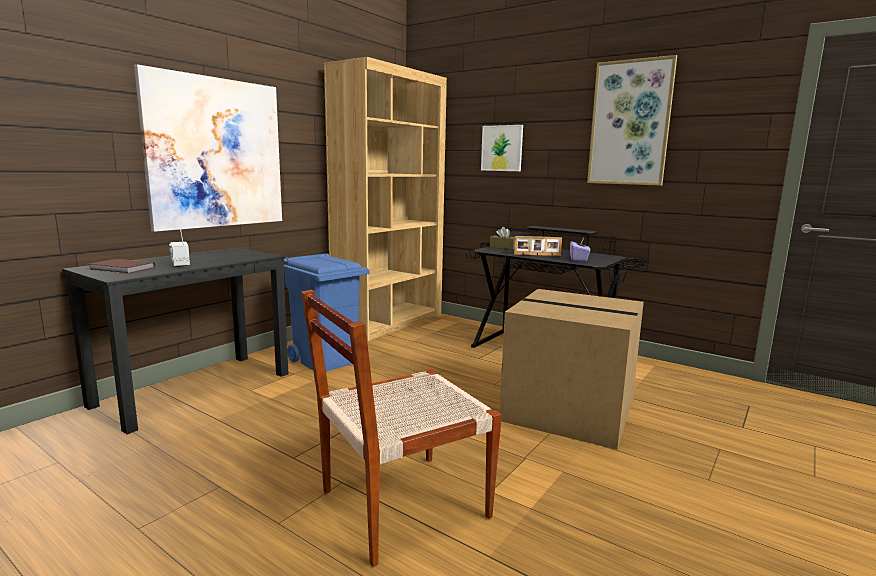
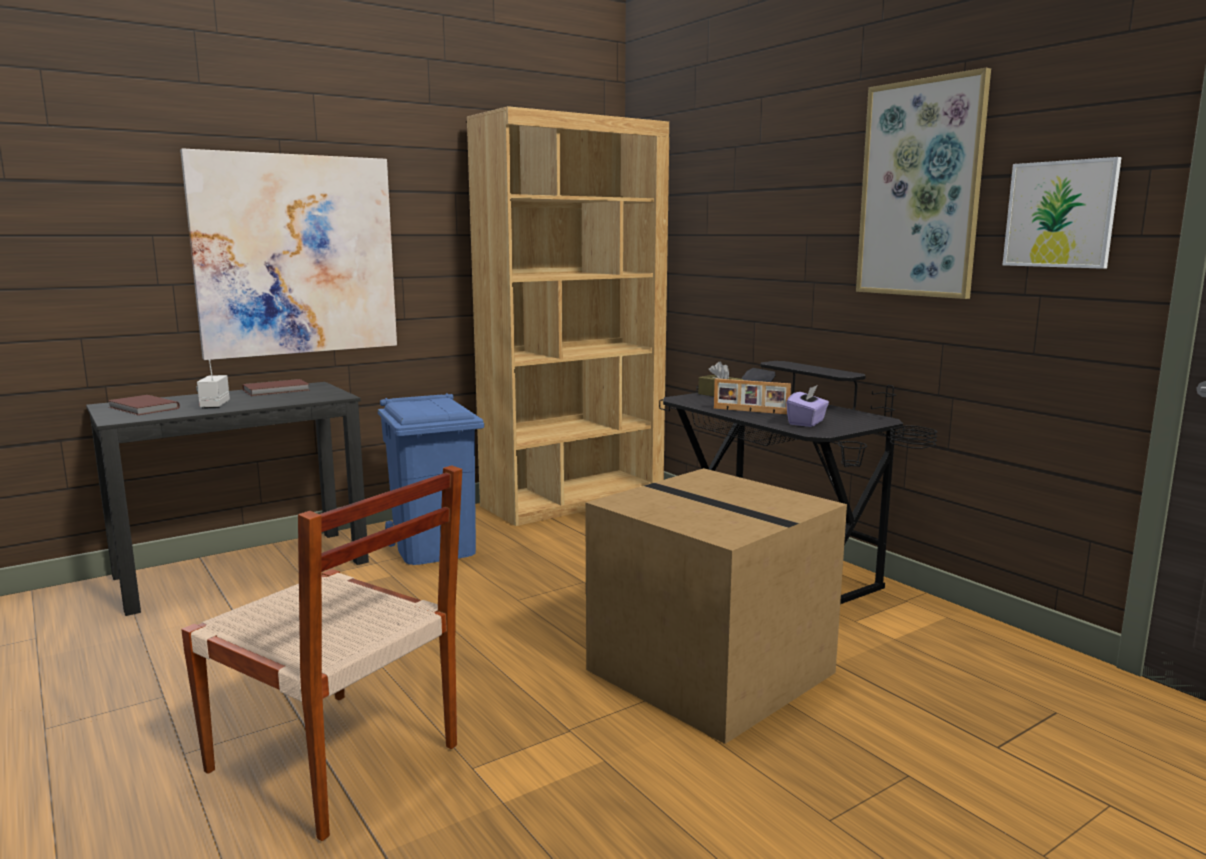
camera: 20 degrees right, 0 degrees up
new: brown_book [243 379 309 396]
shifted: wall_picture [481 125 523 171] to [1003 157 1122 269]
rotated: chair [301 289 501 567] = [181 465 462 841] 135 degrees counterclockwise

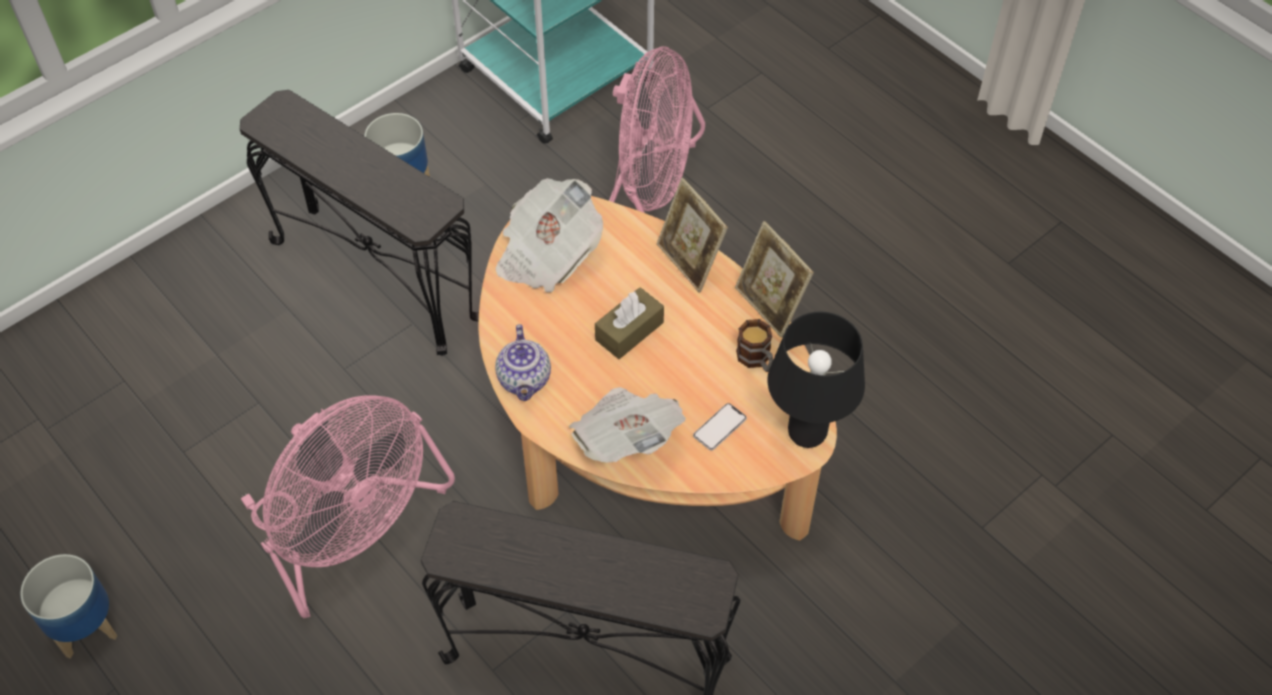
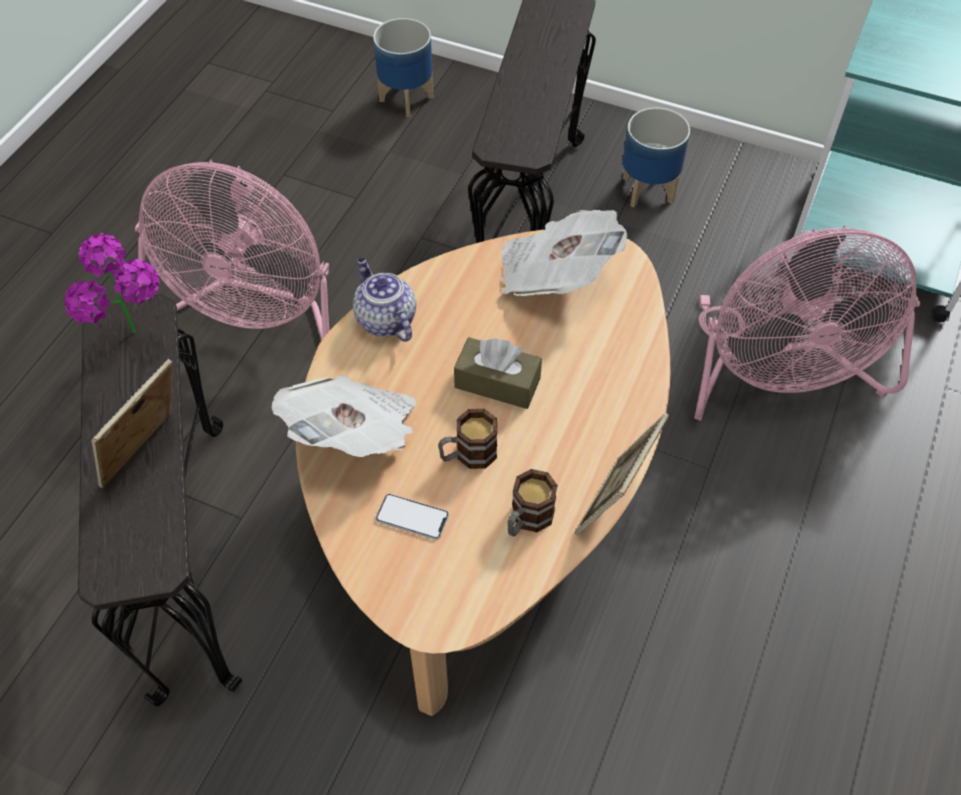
camera: 65 degrees right, 0 degrees up
gone: black_lamp_for_a_table [767 312 865 448]
new: plant_in_a_pot [64 233 160 333]; tea_mug [438 409 498 469]
shifted: standing_frame [657 178 728 293] to [91 359 172 488]; plant_pot [20 554 117 659] to [373 18 434 117]
rotated: tea_pot [495 324 551 401] = [353 258 416 342] 90 degrees clockwise

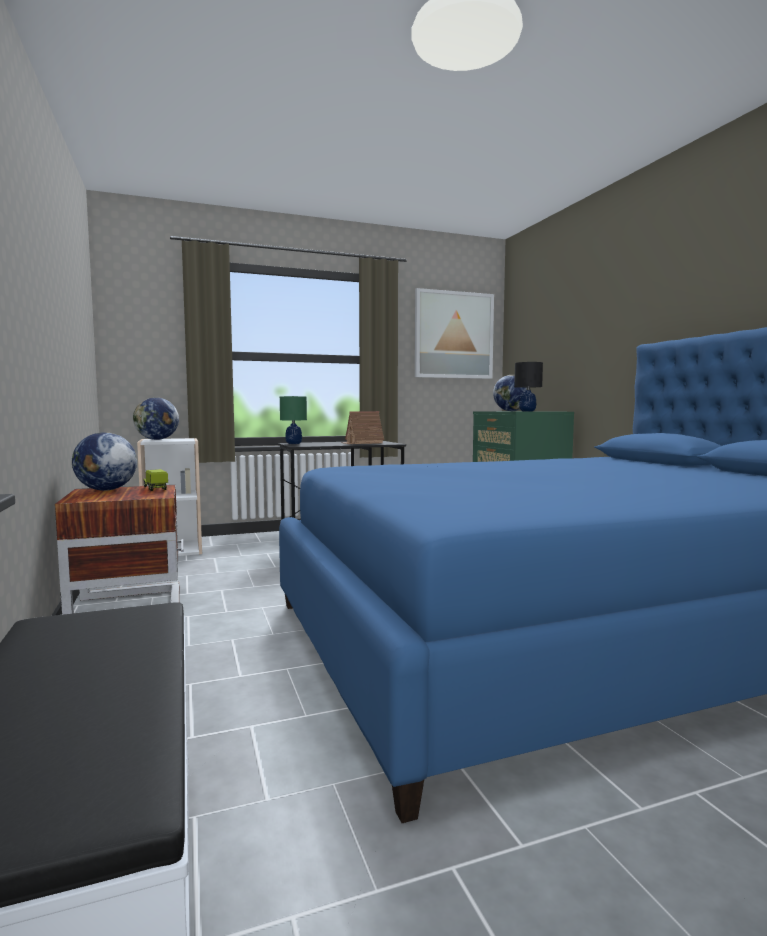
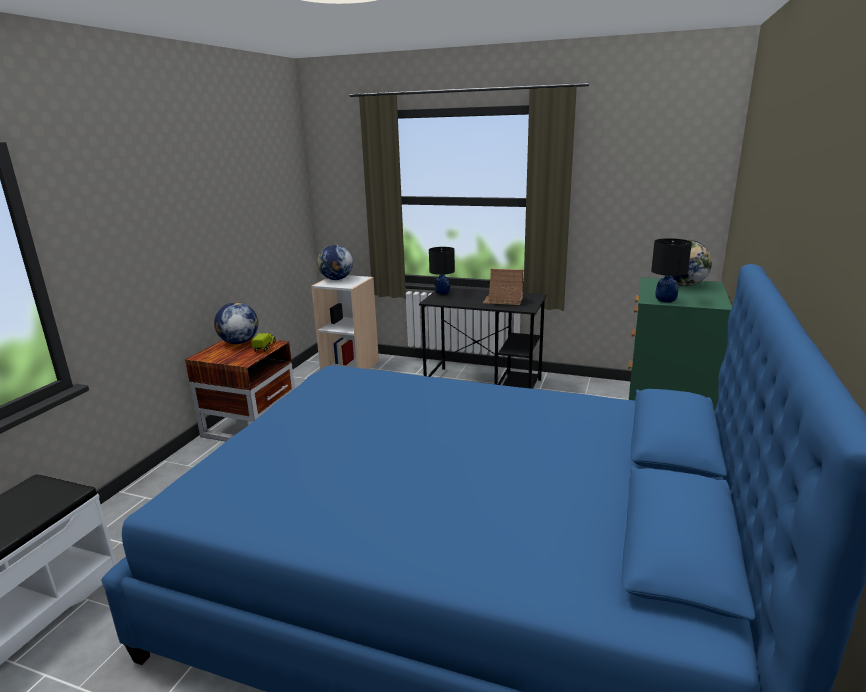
camera: 40 degrees right, 15 degrees up
gone: wall_picture [415 288 494 379]
repainted: greenish_lamp_for_a_table [280 396 307 444] to black_lamp_for_a_table [429 247 455 295]

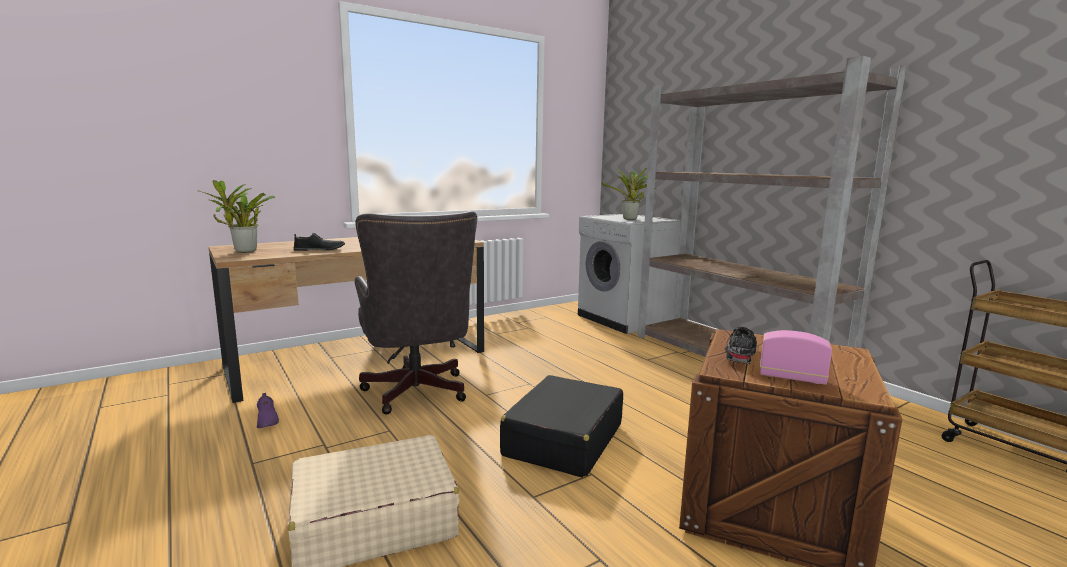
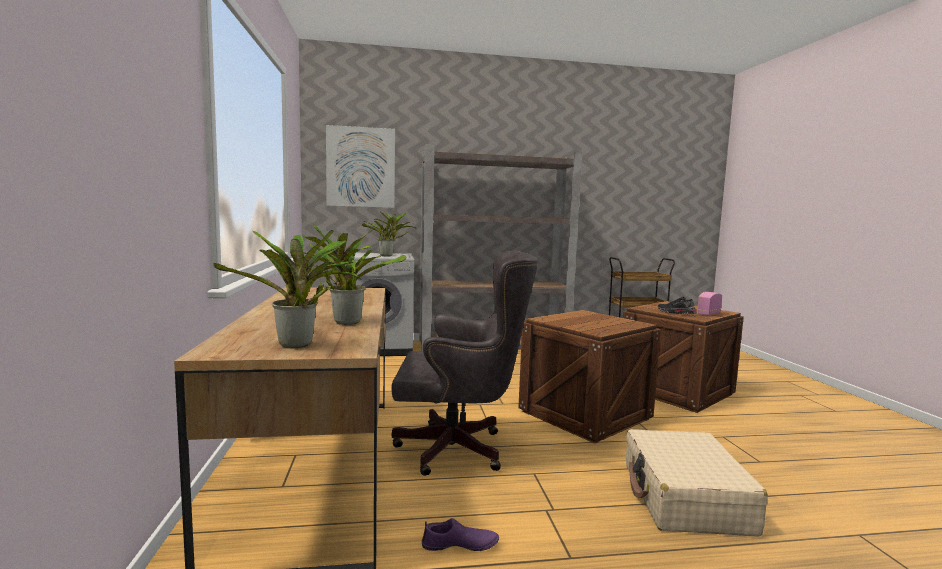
camera: 65 degrees left, 5 degrees down
new: wall_picture [326 125 395 208]
swapped: black_item_of_footwear [294 233 345 251] to plant_in_a_pot [292 225 406 325]; black_piece_of_luggage [500 375 623 478] to shipping_crate [518 310 661 444]

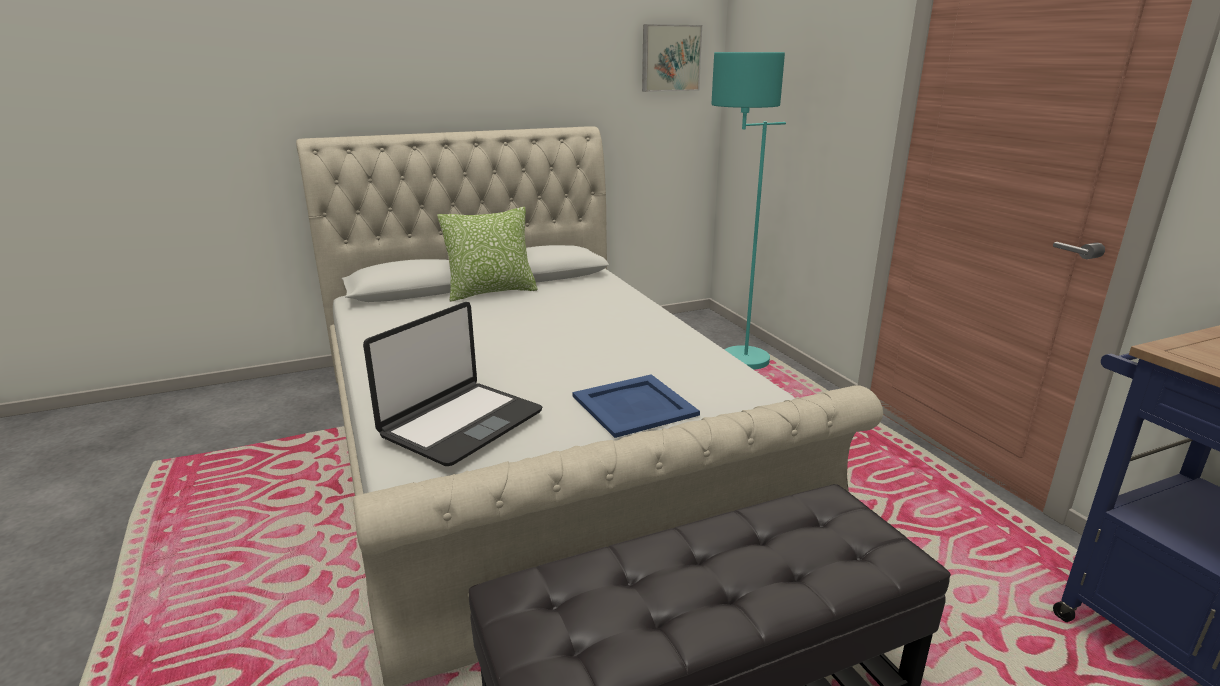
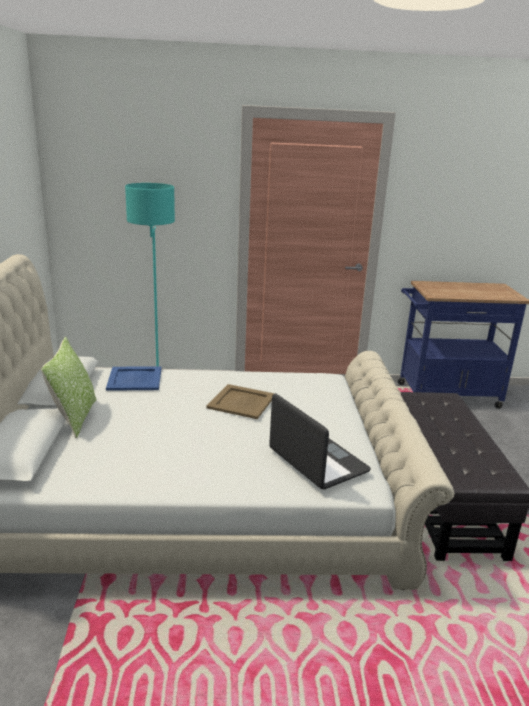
camera: 70 degrees left, 0 degrees up
gone: wall_picture [642 24 702 92]
new: sand-coloured_tray [206 384 275 419]
shifted: bluish_tray [573 374 700 438] to [106 366 161 391]

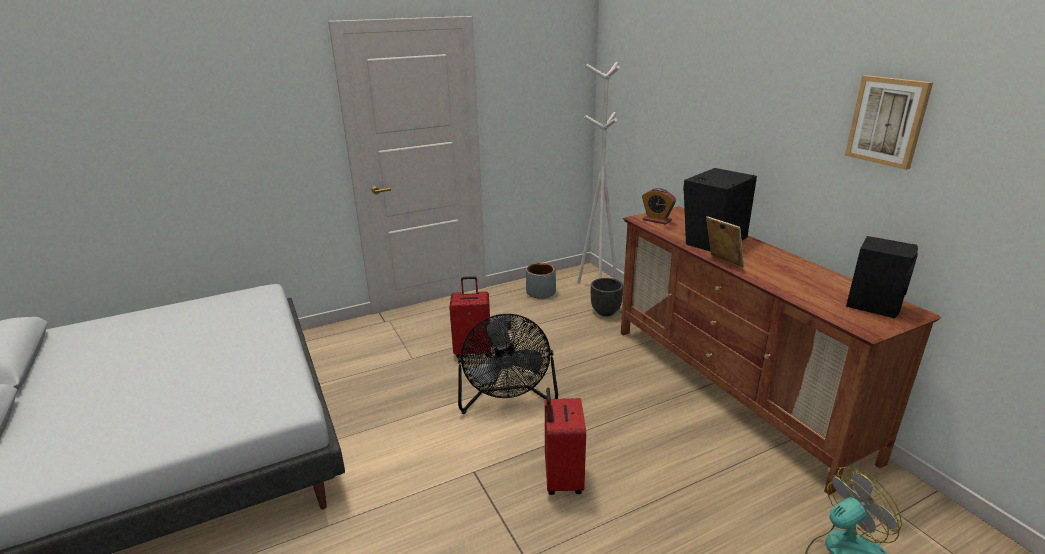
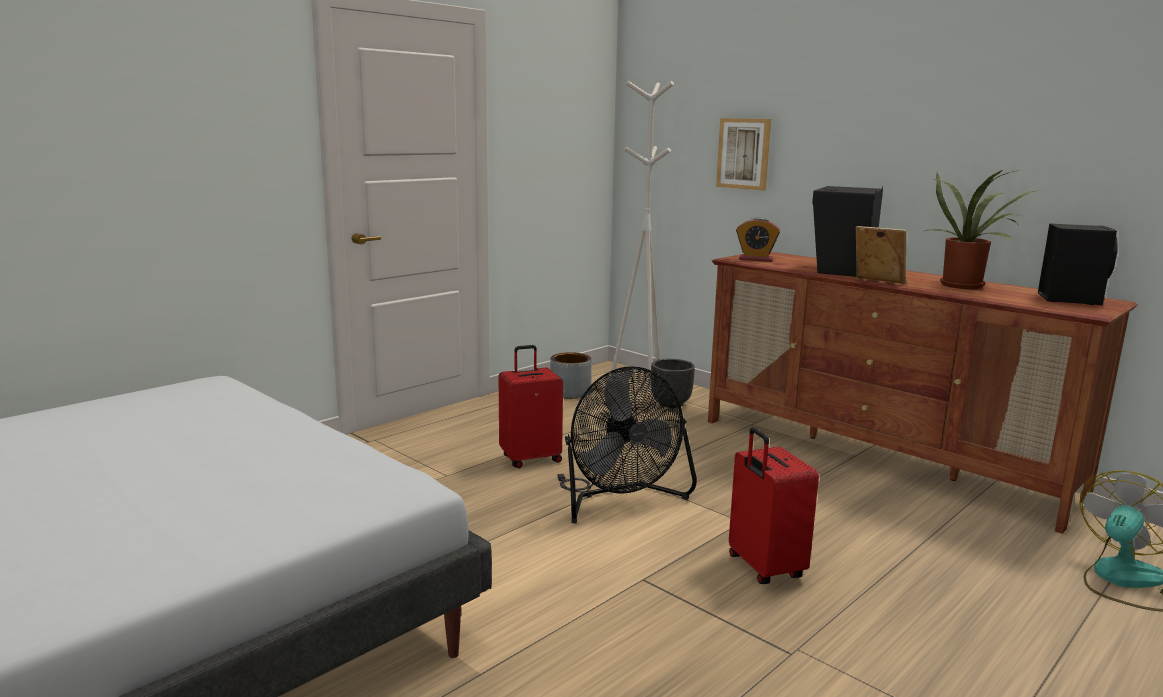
camera: 20 degrees left, 10 degrees down
new: plant_in_a_pot [925 170 1035 289]
shifted: wall_picture [845 75 933 170] to [716 118 771 191]

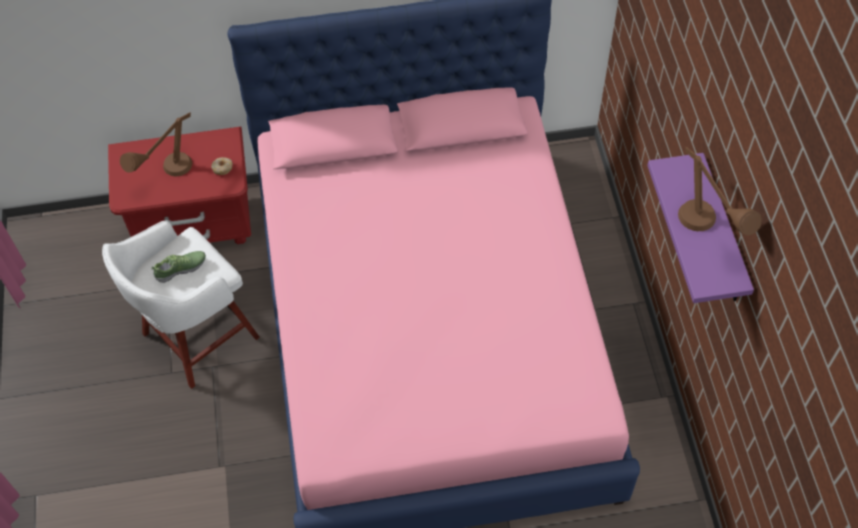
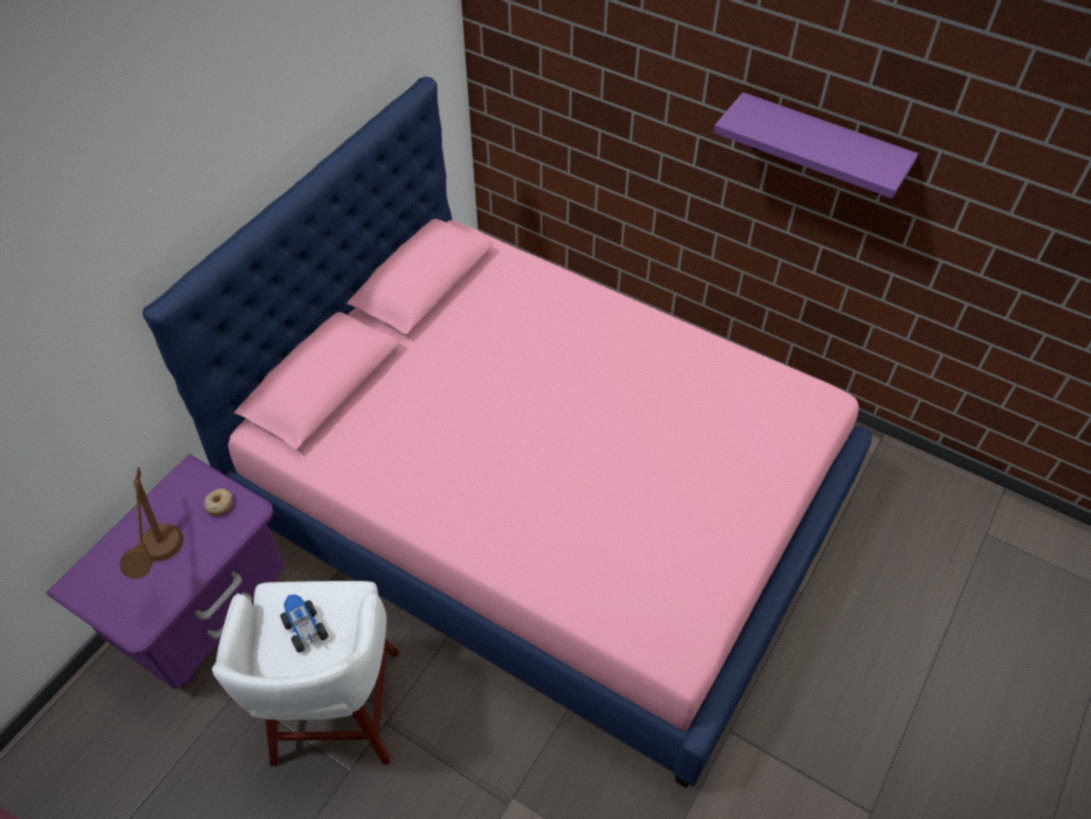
camera: 50 degrees left, 5 degrees down
gone: brown_lamp_for_a_table [678 147 762 235]
swapped: item_of_footwear [152 251 206 283] to toy_lorry [280 595 328 653]
repainted: red_night_table [108 127 251 244] to purplish_night_table [46 454 285 689]

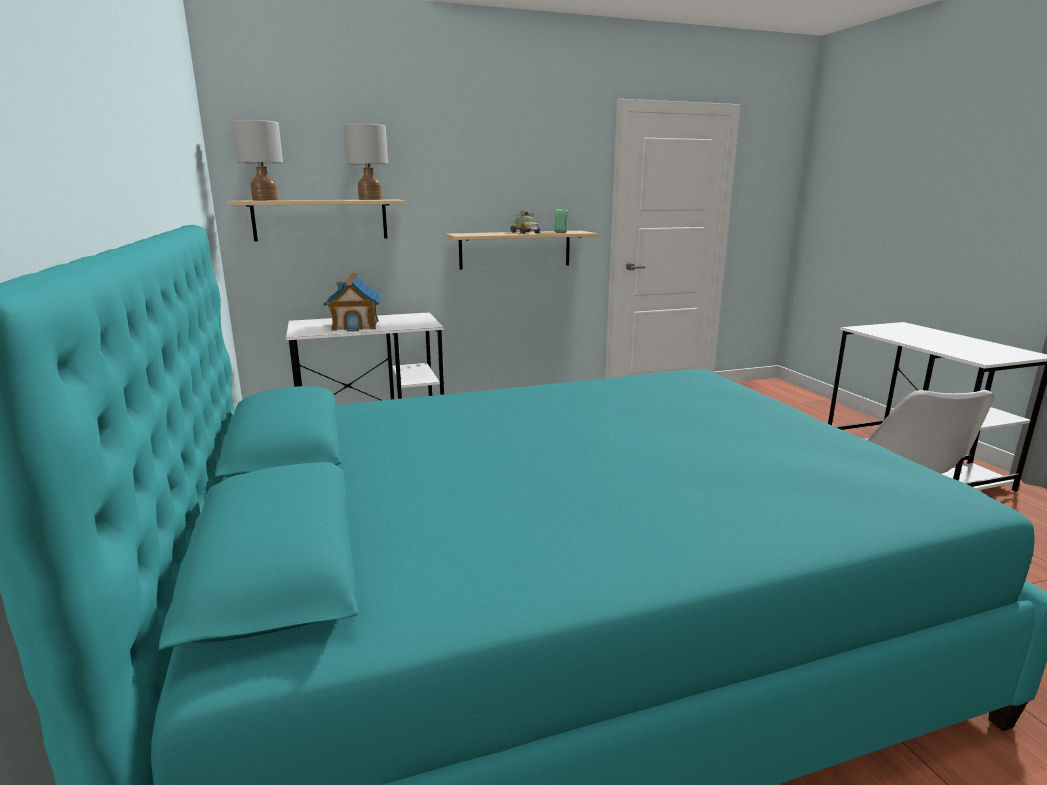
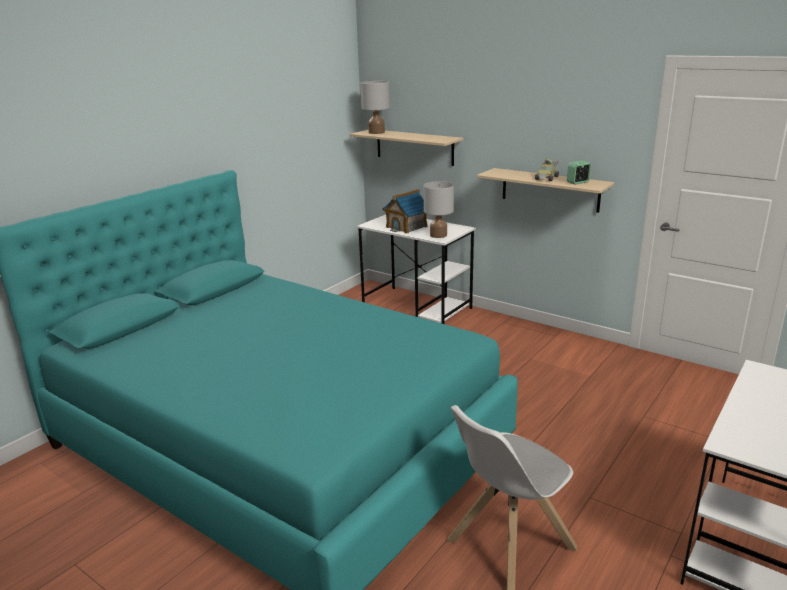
camera: 55 degrees right, 5 degrees up
shifted: gray_lamp_for_a_table [344 124 388 200] to [424 181 454 238]

